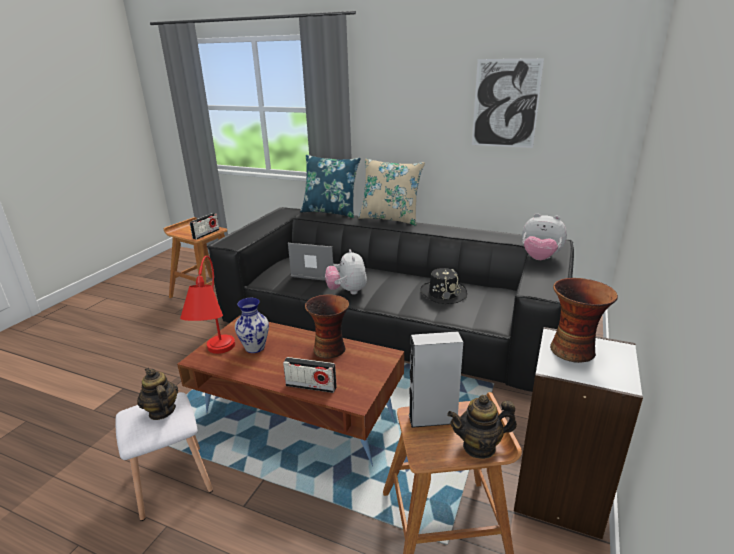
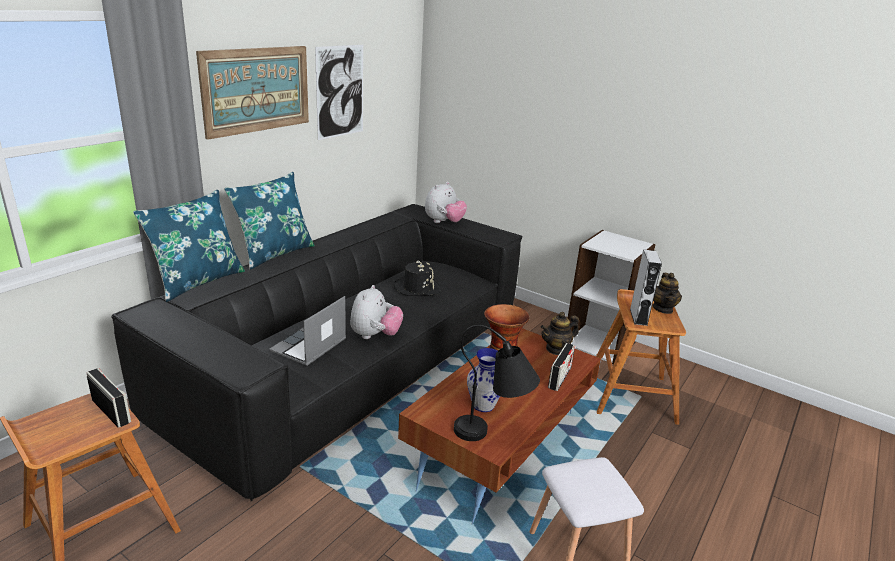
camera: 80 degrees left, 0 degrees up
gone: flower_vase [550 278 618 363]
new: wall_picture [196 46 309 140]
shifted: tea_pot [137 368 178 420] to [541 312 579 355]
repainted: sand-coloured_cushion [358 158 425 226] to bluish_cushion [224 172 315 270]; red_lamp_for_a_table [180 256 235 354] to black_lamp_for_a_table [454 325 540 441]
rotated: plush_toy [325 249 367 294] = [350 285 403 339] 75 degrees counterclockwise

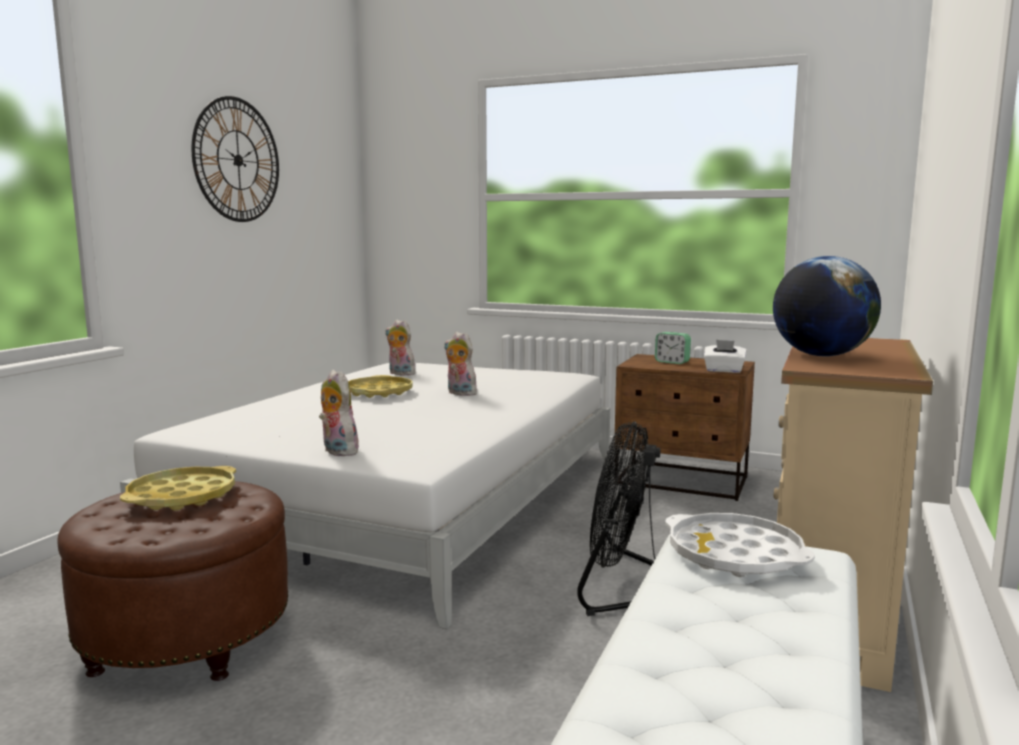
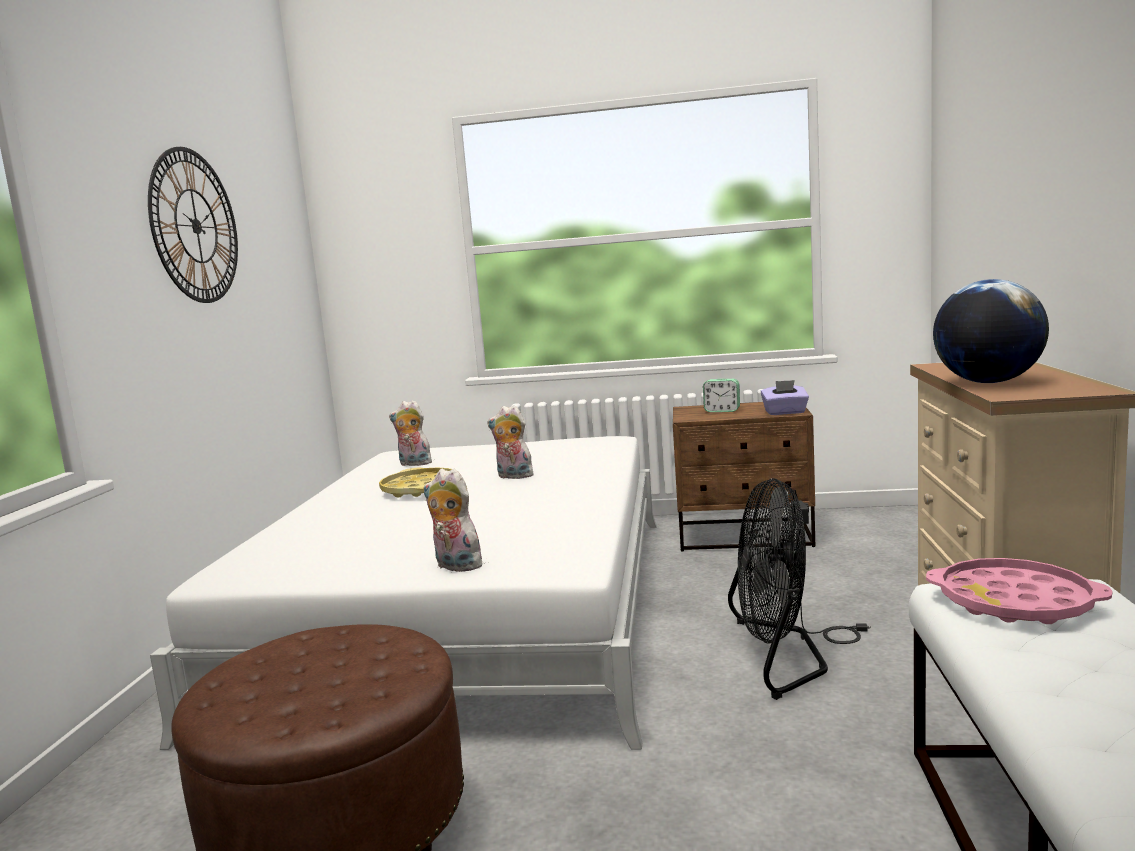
camera: 15 degrees left, 0 degrees up
gone: yellow-coloured_tray [120 466 236 511]
repainted: white-coloured_box_of_tissues [704 340 746 373] to purplish_box_of_tissues [761 380 809 415]; white-coloured_tray [665 513 815 577] to pink-coloured_tray [926 558 1112 624]

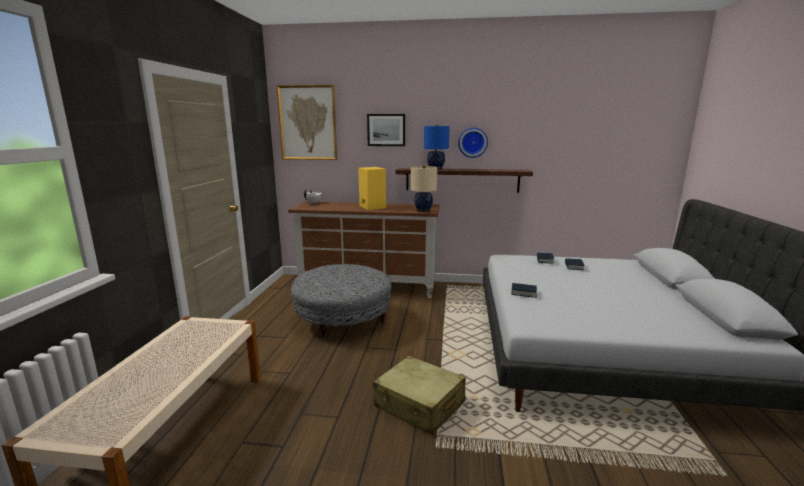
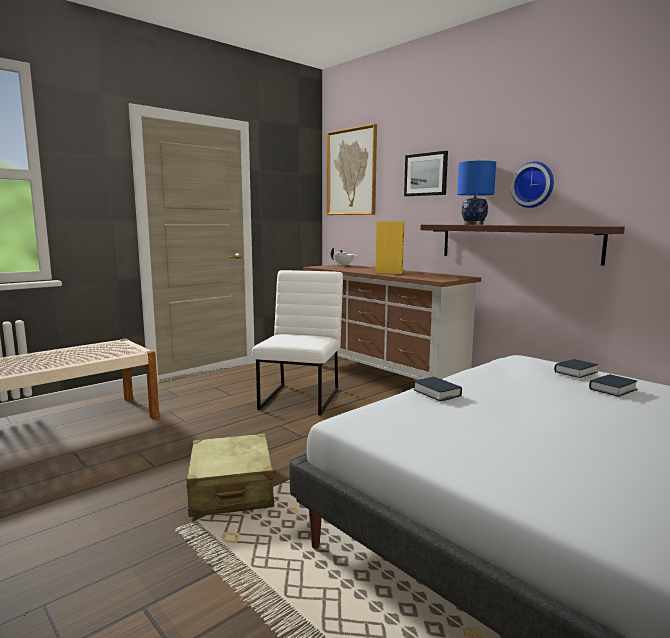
camera: 40 degrees right, 5 degrees down
gone: sand-coloured_lamp_for_a_table [411 165 437 212]
swapped: gray_footrest [291 264 392 342] to white-coloured_chair [252 270 343 416]

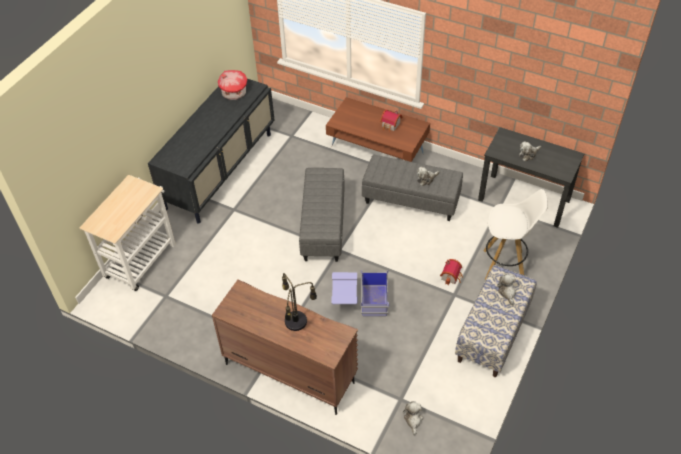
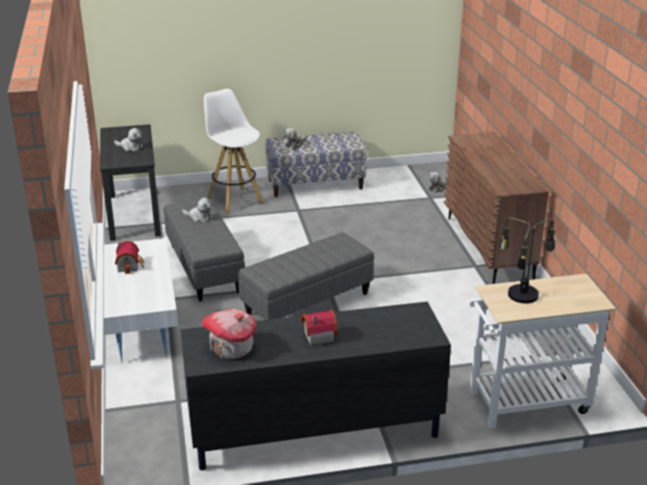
camera: 130 degrees left, 20 degrees down
gone: bluish_storage_box [331 270 389 317]
shifted: toy_house [440 259 463 285] to [301 309 338 346]; lamp_for_a_table [282 273 317 331] to [500 217 555 304]
repainted: brown_lounge_table [326 97 430 162] to white-coloured_lounge_table [104 238 178 362]

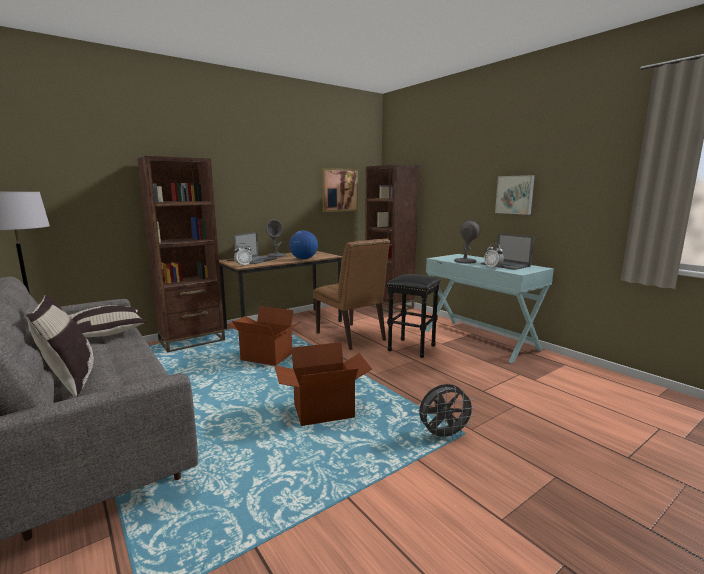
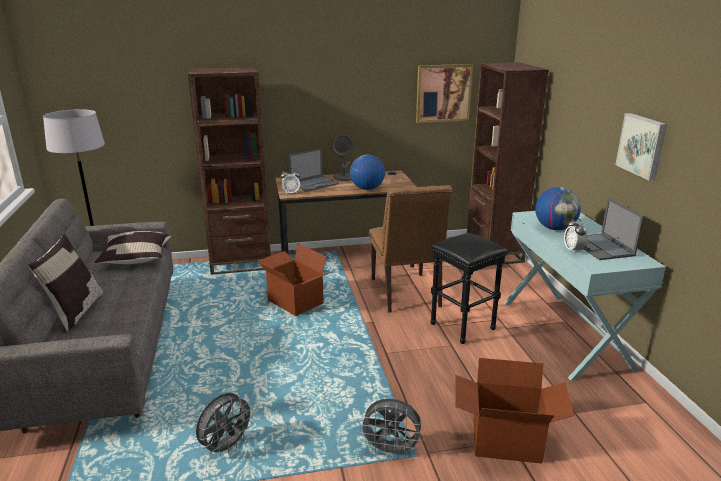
camera: 25 degrees right, 10 degrees up
new: gray_fan [196 393 255 457]
shifted: carton [274 342 372 426] to [455 358 575 464]
swapped: gray_lamp_for_a_table [454 220 480 263] to desk_globe [535 187 581 230]

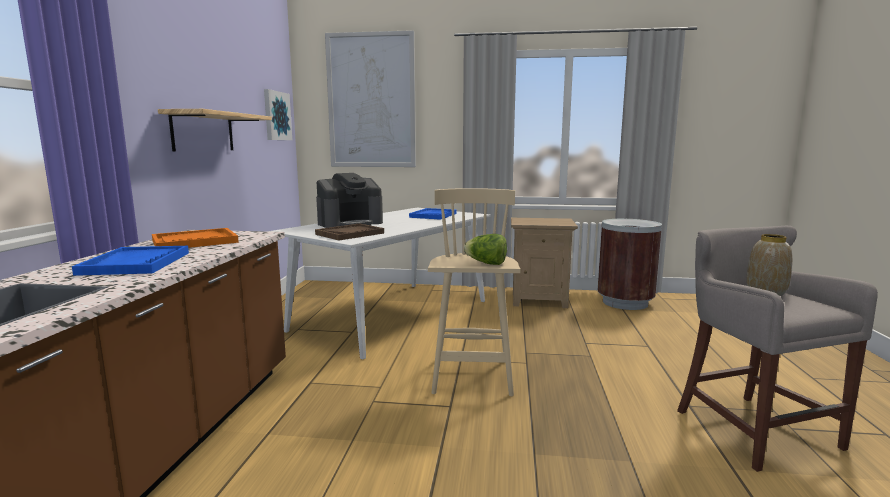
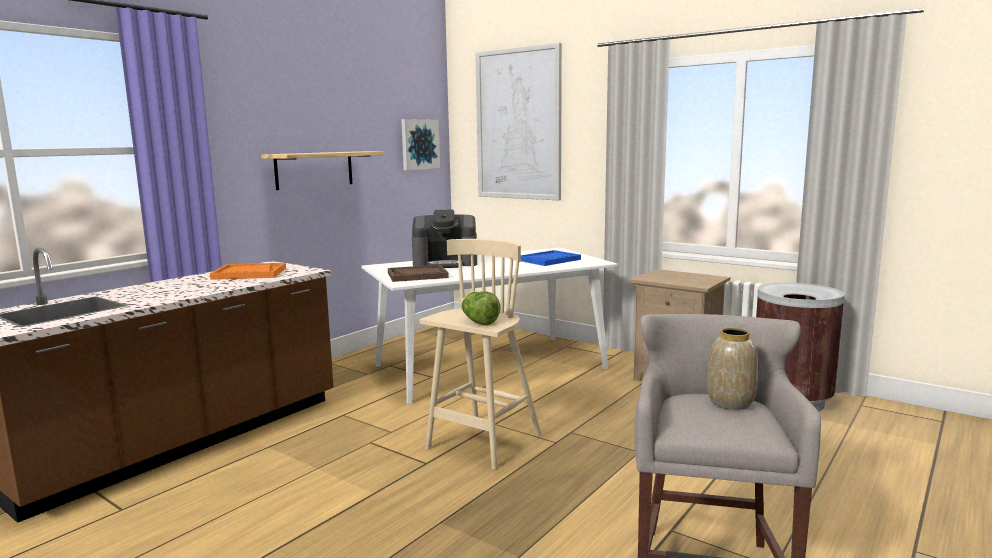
camera: 30 degrees right, 0 degrees up
gone: bluish_tray [72 246 189 276]

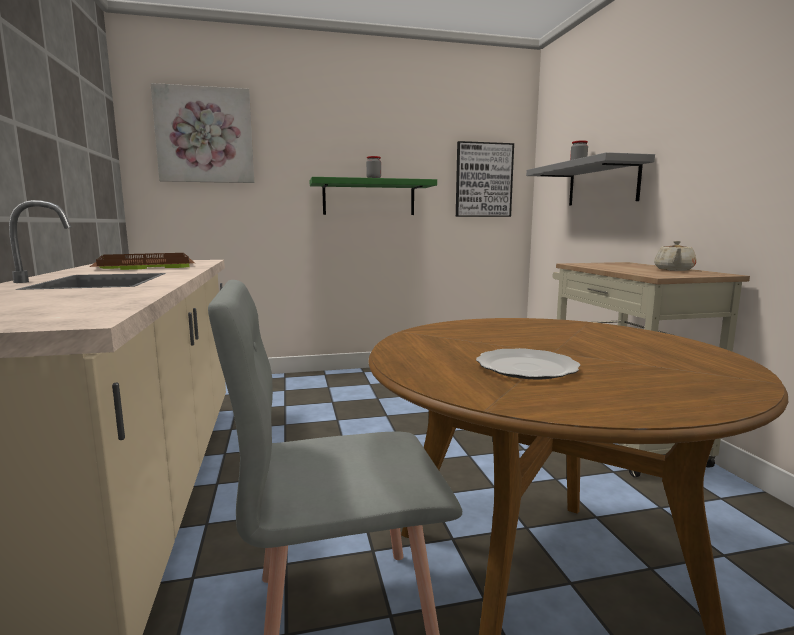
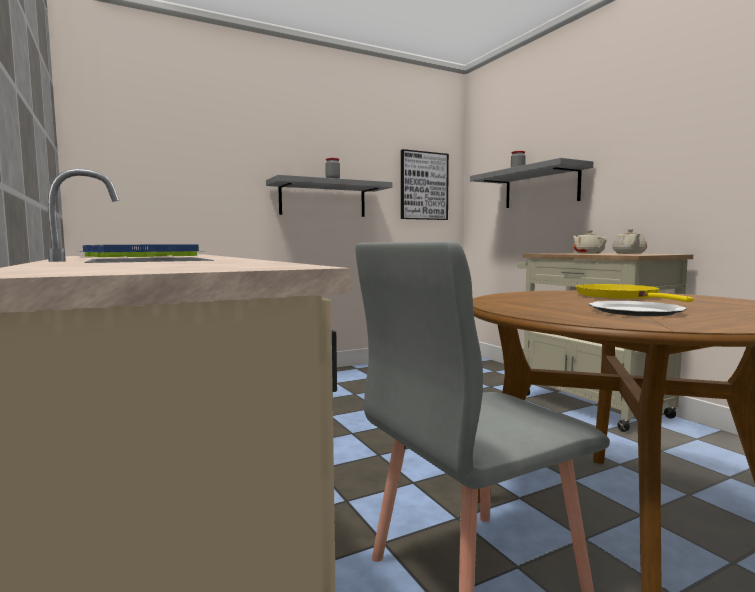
camera: 15 degrees left, 5 degrees down
gone: wall_picture [151 83 254 183]
new: sand-coloured_tea_pot [573 230 607 253]; yellow-coloured_pan [576 284 693 302]
repainted: greenish_wall_shelf [310 177 437 215] to gray_wall_shelf [266 175 393 217]; brown_tray [90 253 195 270] to bluish_tray [83 244 199 257]

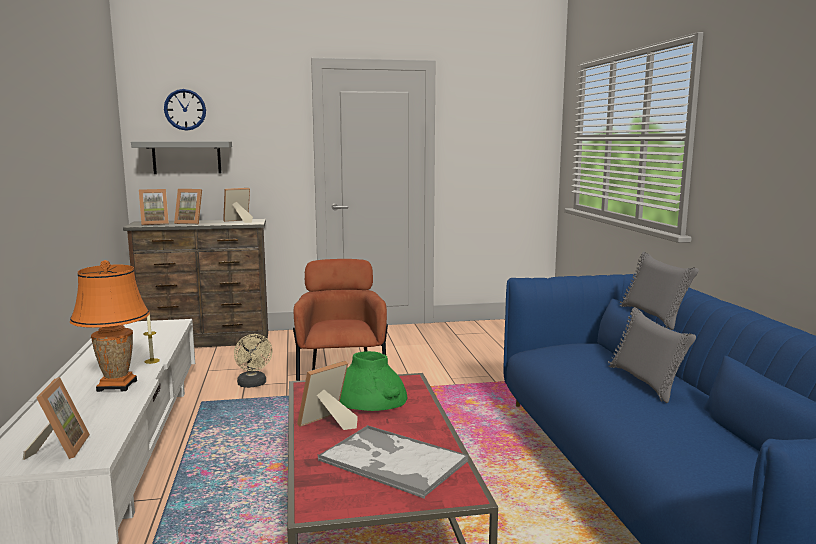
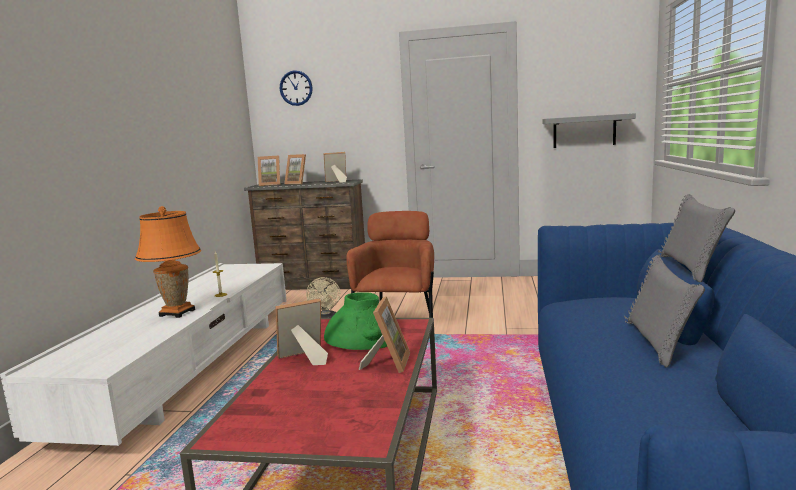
camera: 20 degrees right, 0 degrees up
gone: tray [318 425 468 499]
shifted: gray_wall_shelf [131 141 232 174] to [542 113 636 148]; standing_frame [23 377 90 460] to [359 297 410 373]

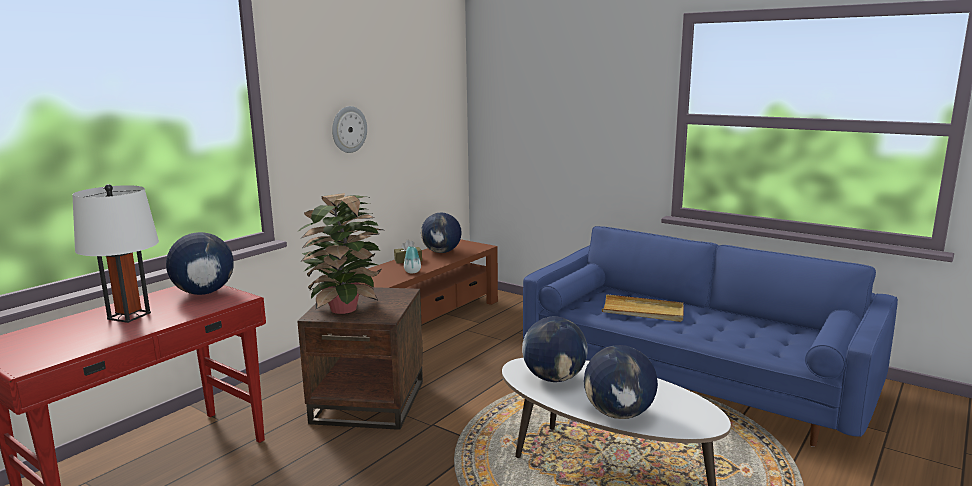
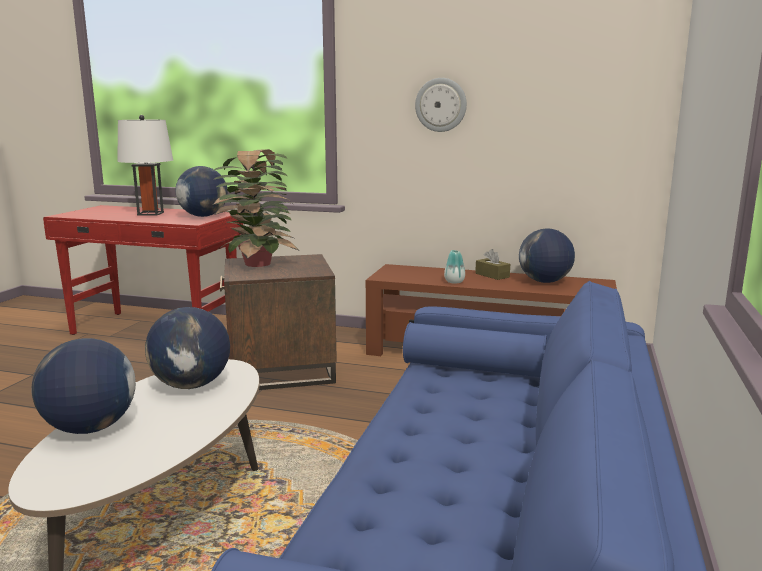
camera: 70 degrees right, 0 degrees up
gone: sand-coloured_tray [602 294 684 322]

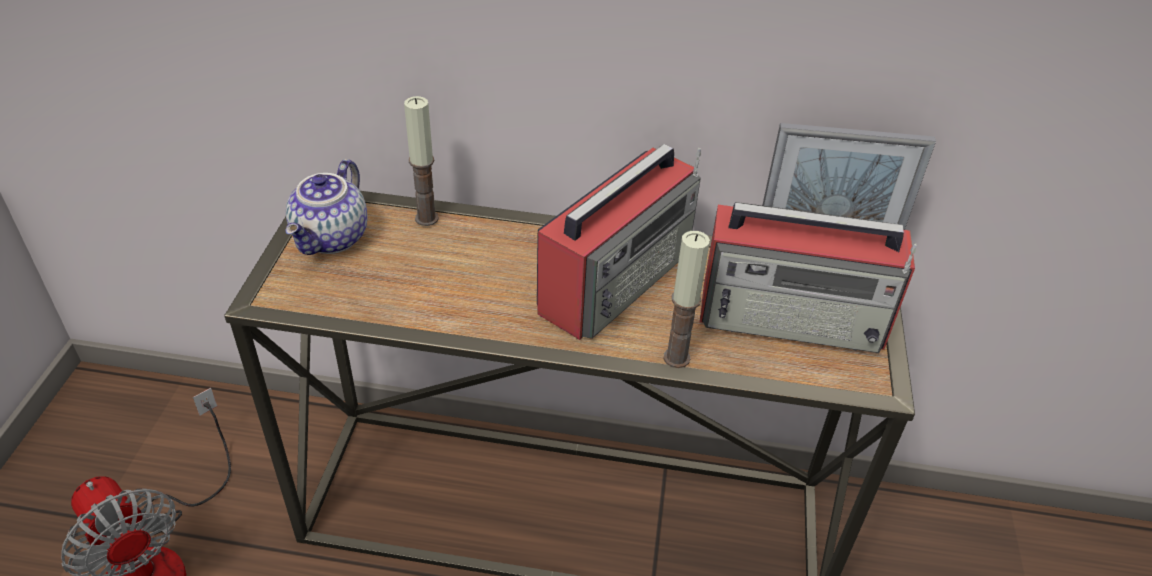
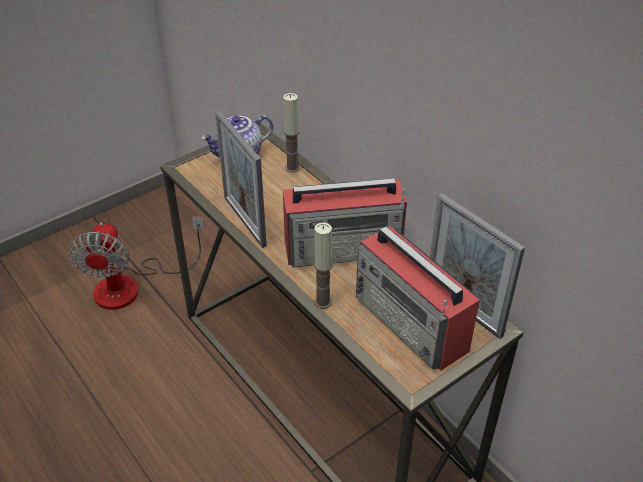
camera: 45 degrees right, 0 degrees up
new: standing_frame [215 110 267 248]

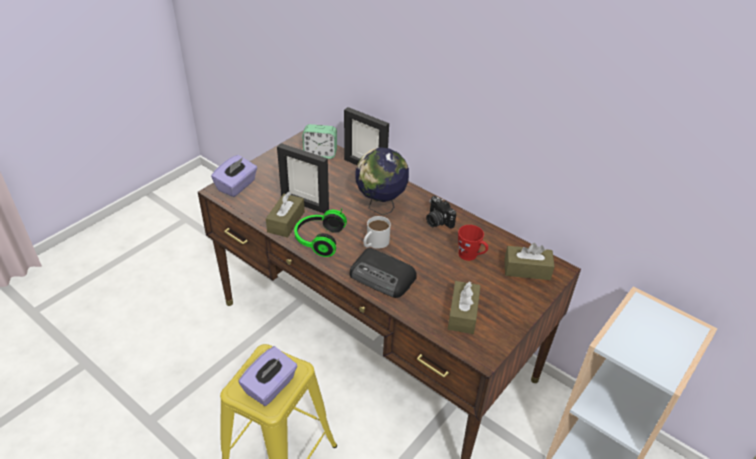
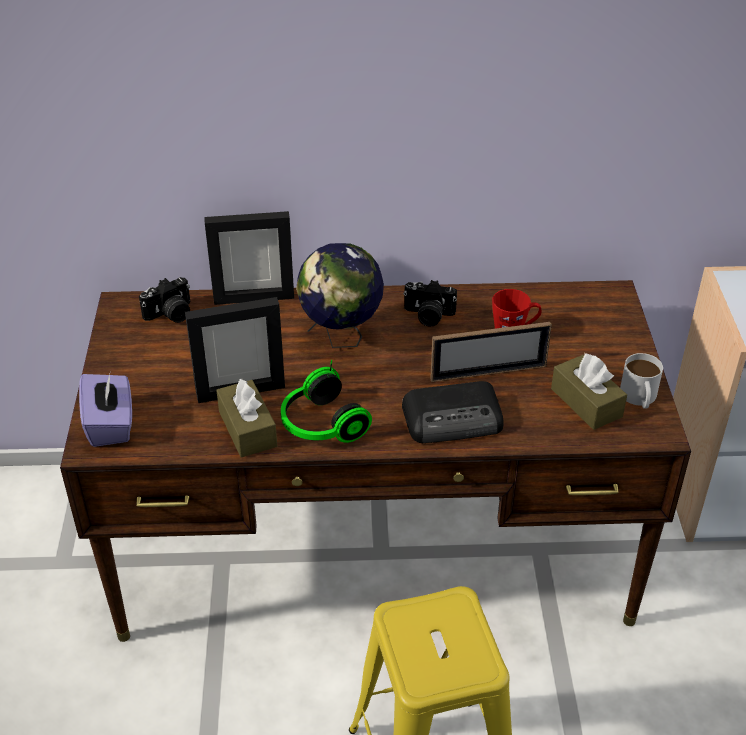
camera: 40 degrees left, 0 degrees up
gone: brown_box_of_tissues [504 243 555 280]; purplish_box_of_tissues [238 346 298 406]
new: standing_frame [430 322 552 382]
shifted: white-coloured_tea_mug [363 216 391 249] to [620 353 663 408]
swapped: alarm_clock [302 124 337 159] to still_camera [139 277 190 323]

